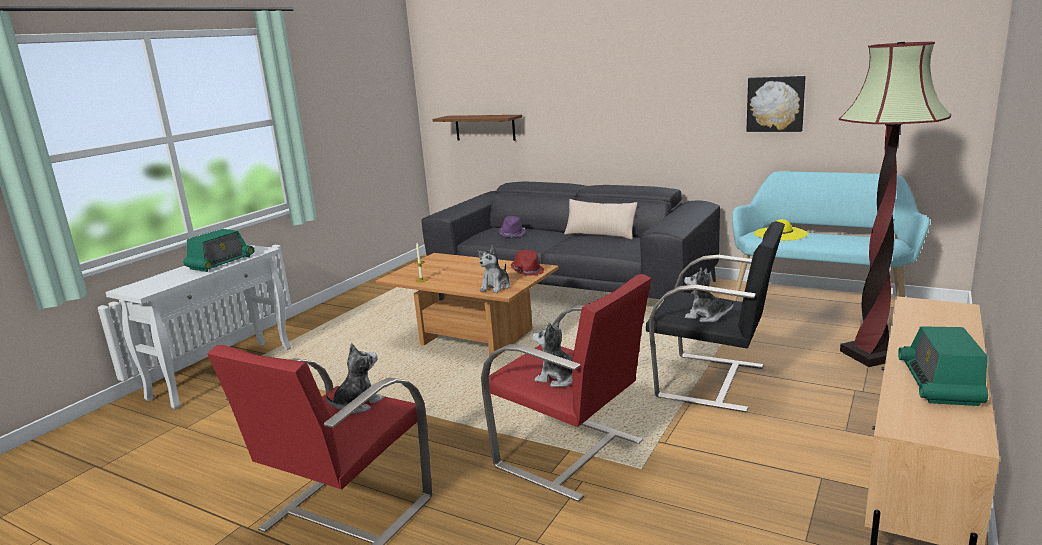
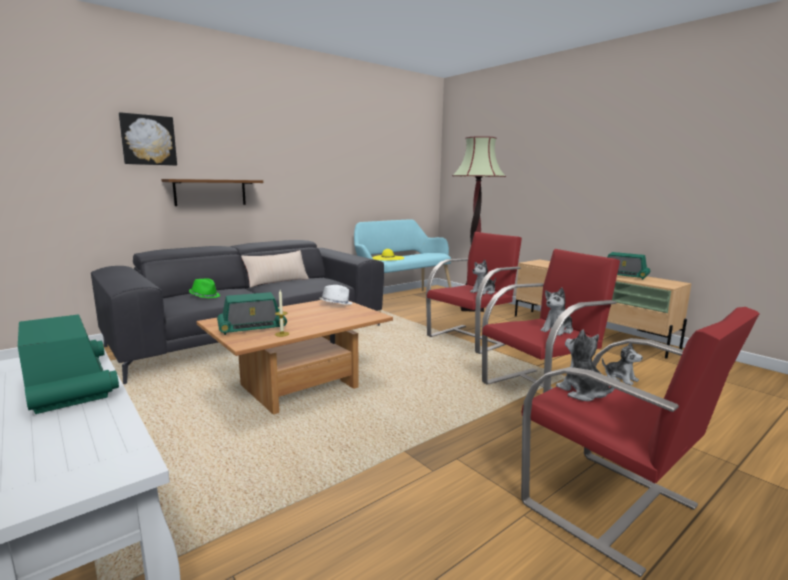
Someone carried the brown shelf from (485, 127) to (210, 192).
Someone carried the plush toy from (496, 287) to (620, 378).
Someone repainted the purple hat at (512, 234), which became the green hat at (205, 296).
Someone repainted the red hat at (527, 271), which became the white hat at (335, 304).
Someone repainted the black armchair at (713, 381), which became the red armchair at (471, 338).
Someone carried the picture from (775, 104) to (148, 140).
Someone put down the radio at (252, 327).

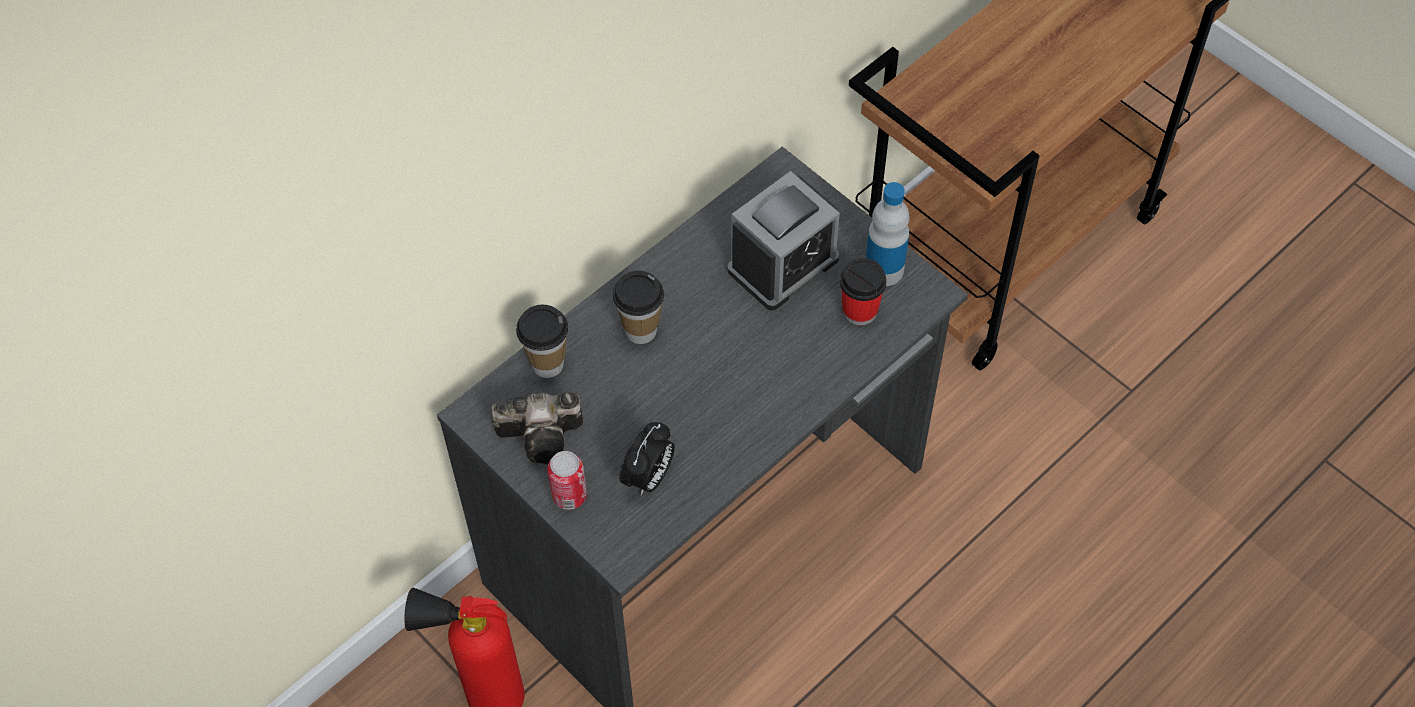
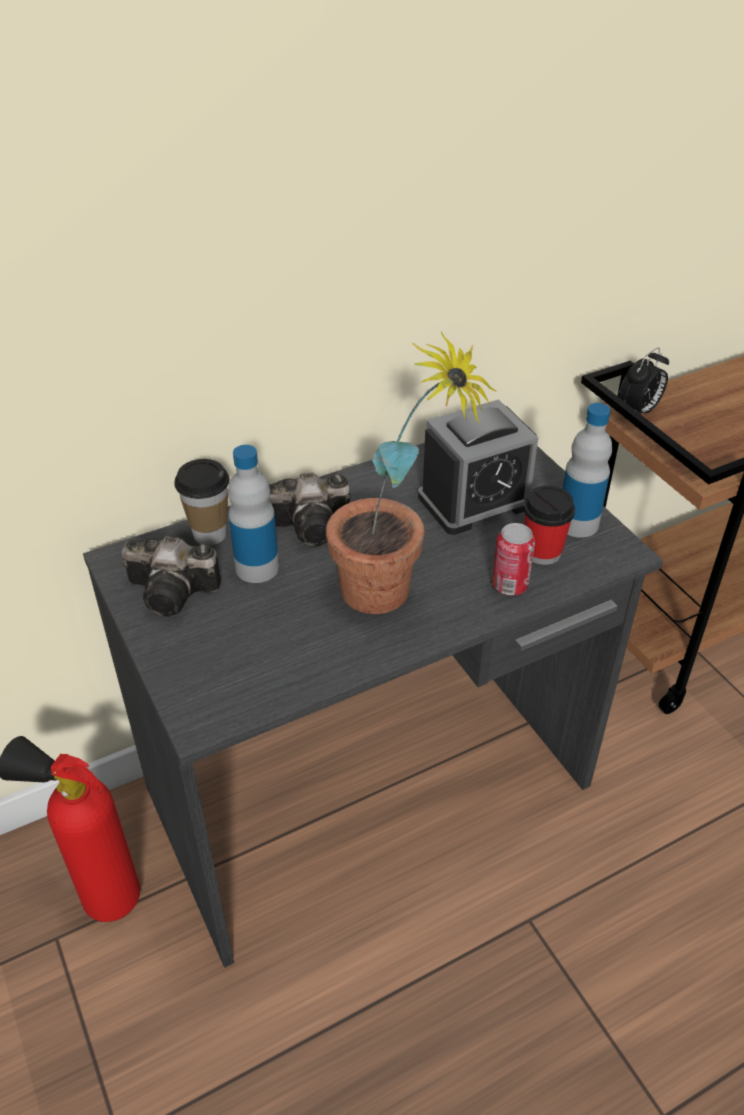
Someone carried the can from (569, 496) to (509, 585).
Someone swapped the cup at (641, 330) for the photo camera at (313, 525).
Someone carried the alarm clock from (649, 478) to (638, 411).
Someone put down the bottle at (257, 567).
Someone put down the potted plant at (395, 597).

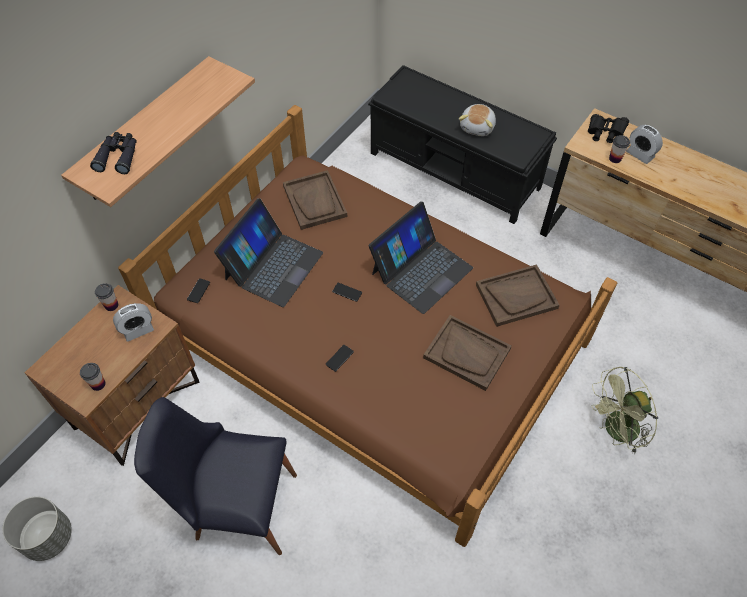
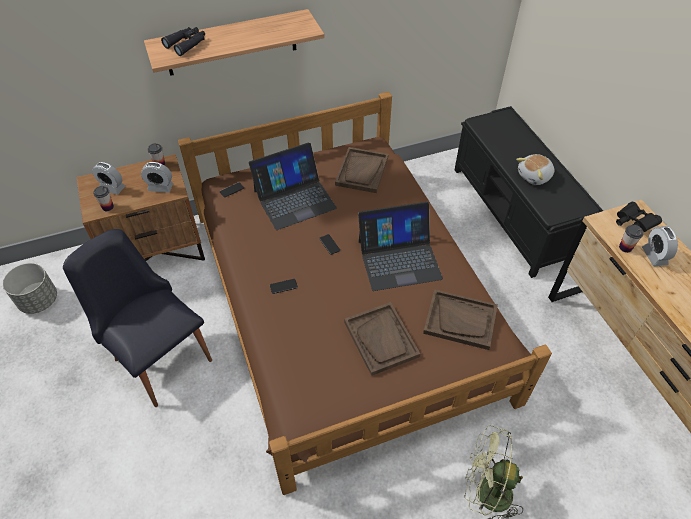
Someone put down the alarm clock at (112, 188).

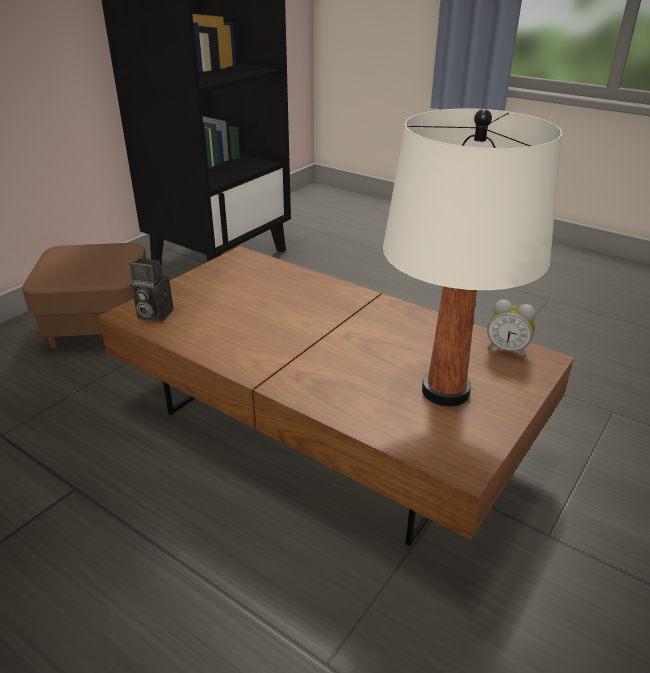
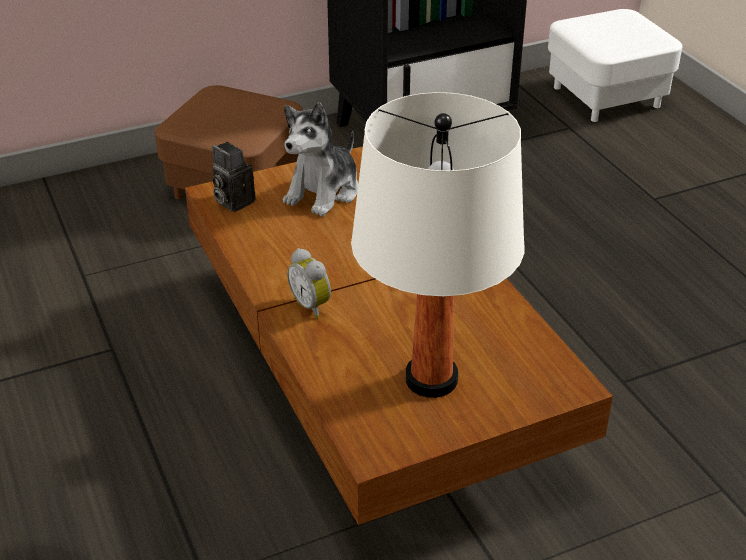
Someone carried the alarm clock from (507, 350) to (312, 305).
Someone put down the plush toy at (324, 192).
Someone put down the white ottoman at (606, 96).

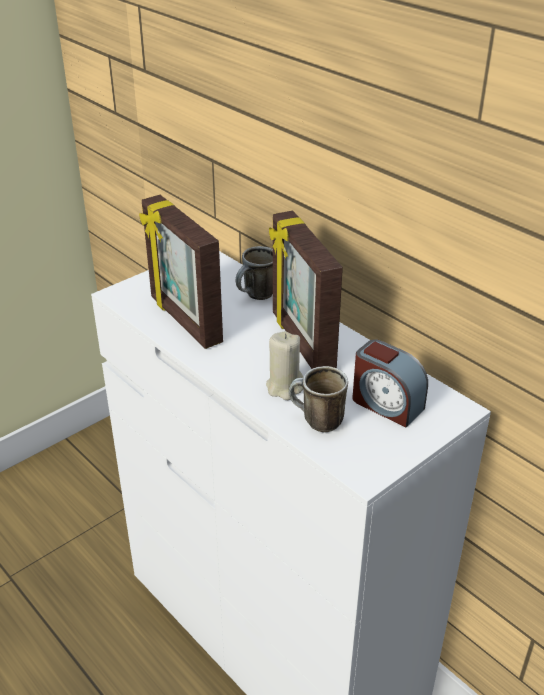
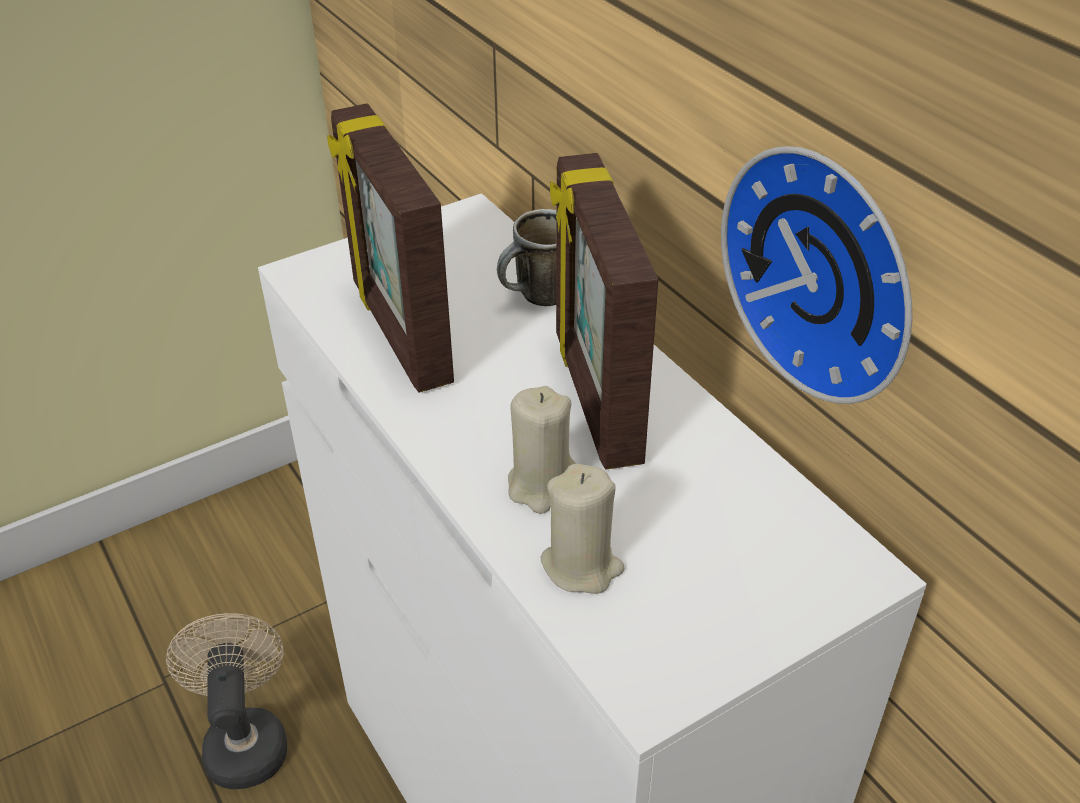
Someone swapped the mug at (316, 422) for the beige candle at (582, 566).
Someone took away the alarm clock at (386, 404).
Someone put down the beige fan at (245, 739).
Someone put up the wall clock at (826, 271).

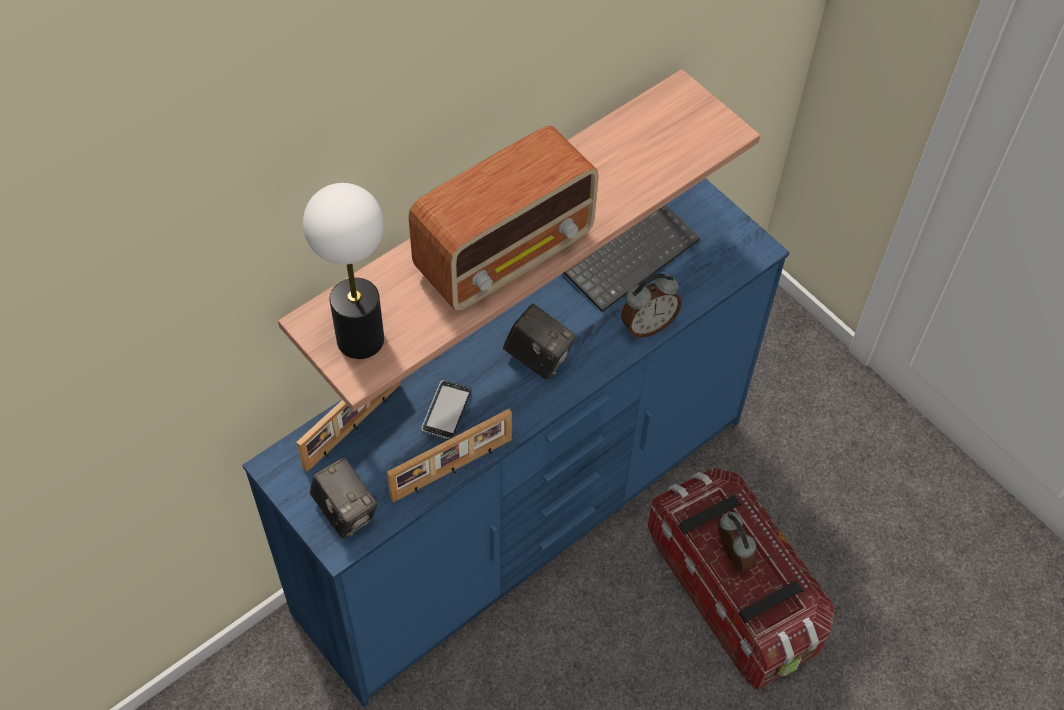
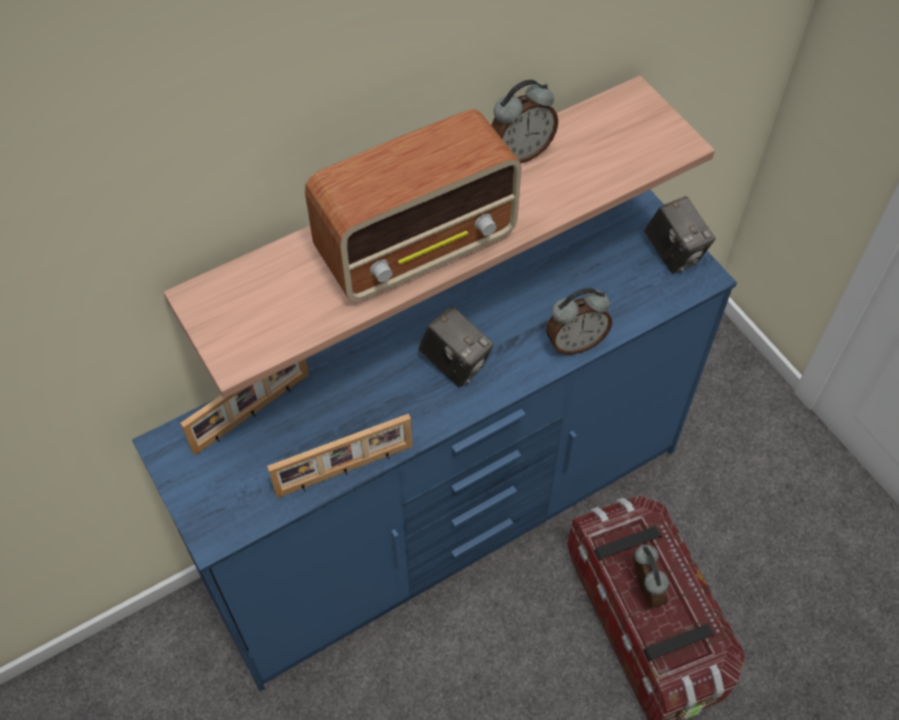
Someone took away the table lamp at (361, 339).
Someone carried the photo camera from (346, 512) to (674, 253).
Someone took away the phone at (446, 411).
Someone took away the keyboard at (629, 253).
Someone put down the alarm clock at (520, 152).

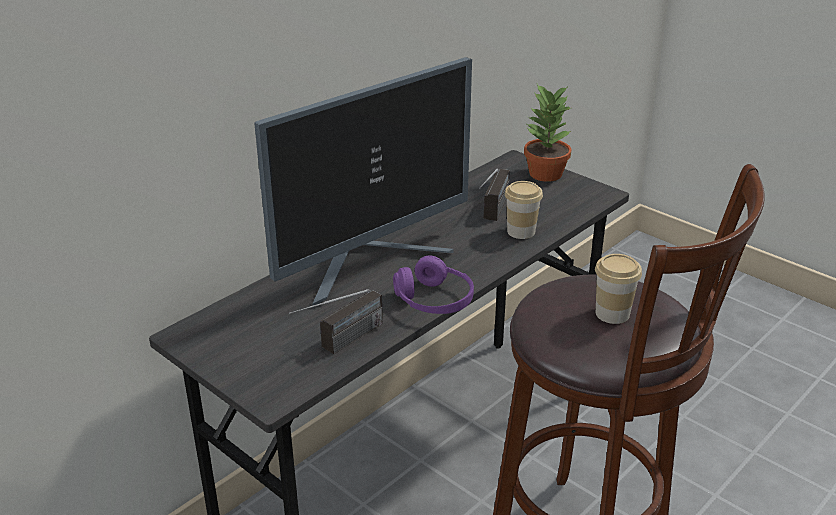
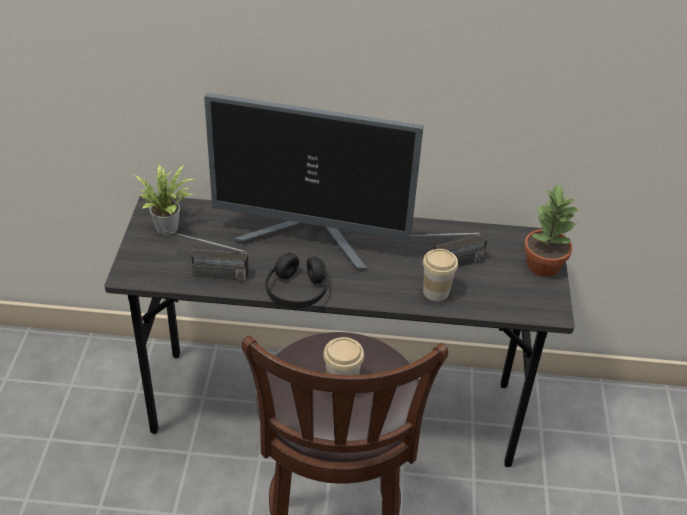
Someone repainted the purple headphones at (434, 300), which became the black headphones at (296, 291).
Someone put down the potted plant at (169, 226).

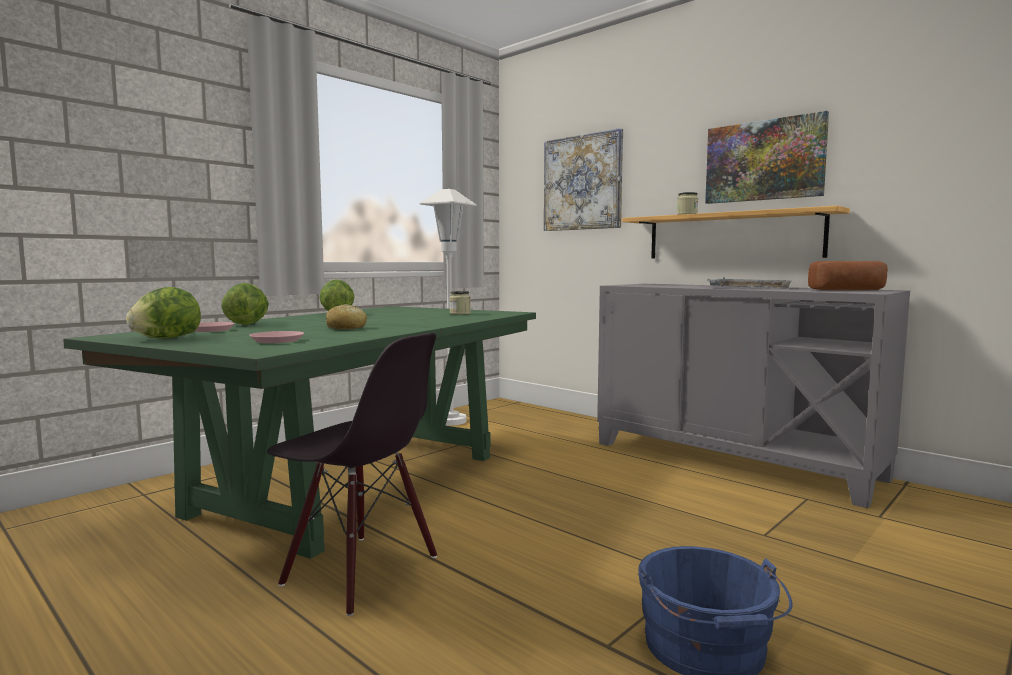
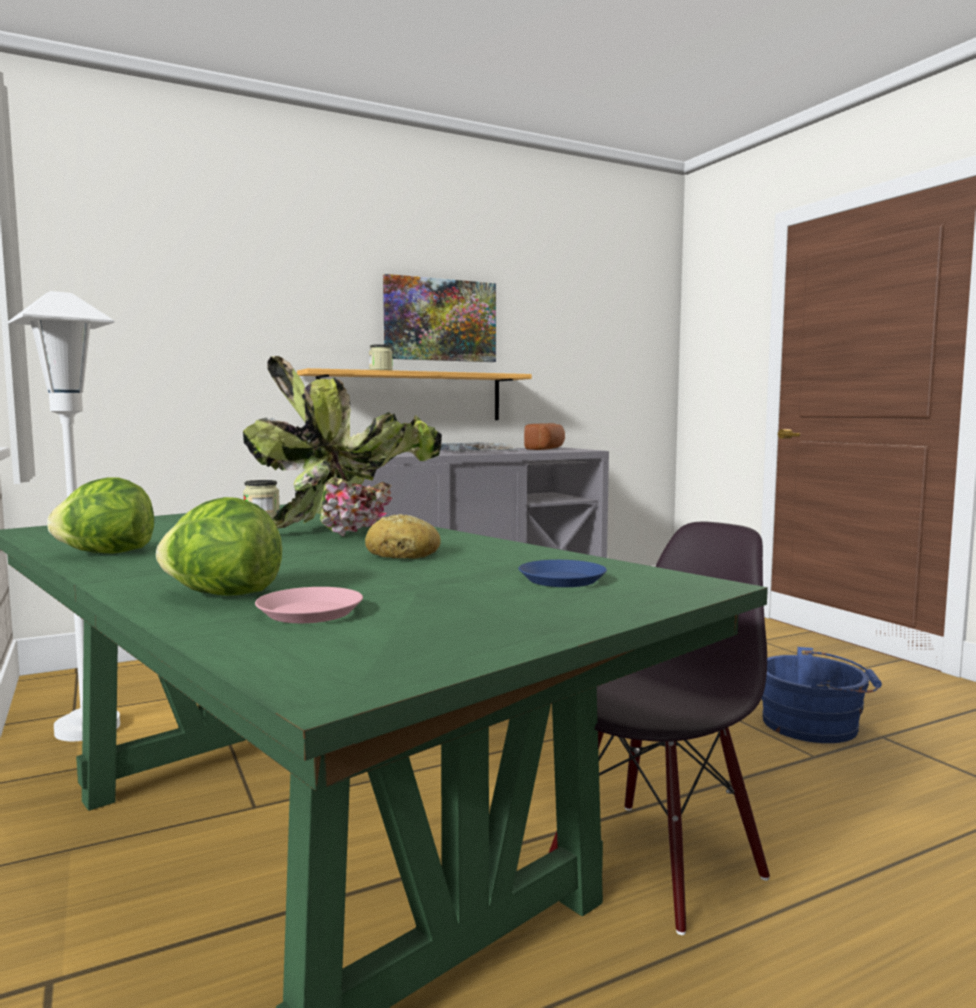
Someone took away the lettuce at (166, 338).
Someone repainted the pink plate at (277, 340), which became the blue plate at (562, 580).
Someone took away the picture at (582, 183).
Someone put down the potted plant at (346, 531).

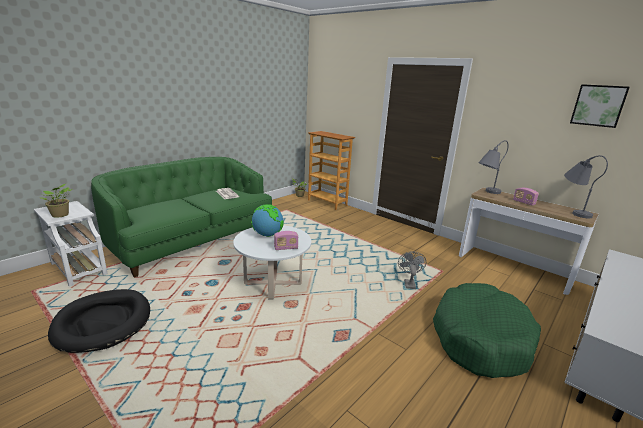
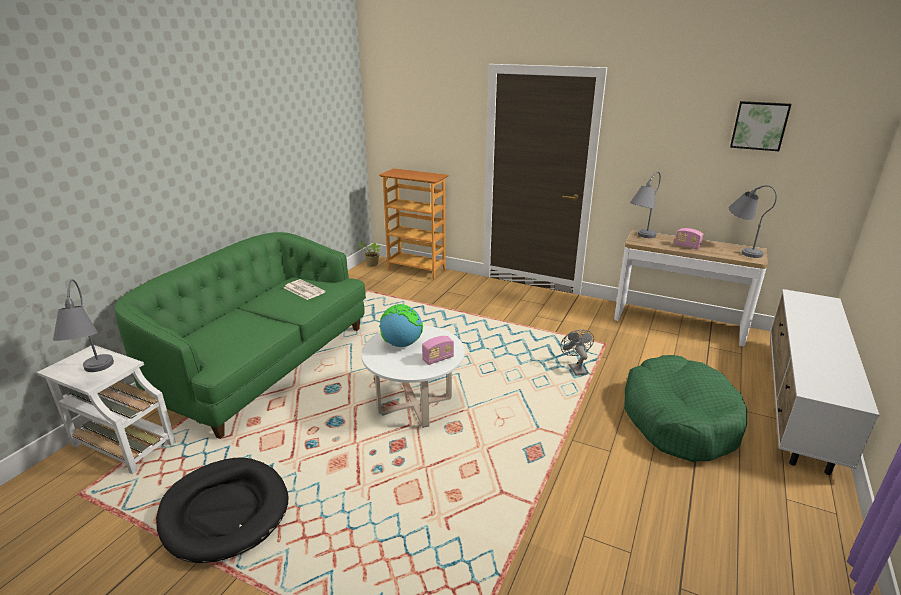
Someone swapped the potted plant at (60, 215) for the grey table lamp at (94, 374).

